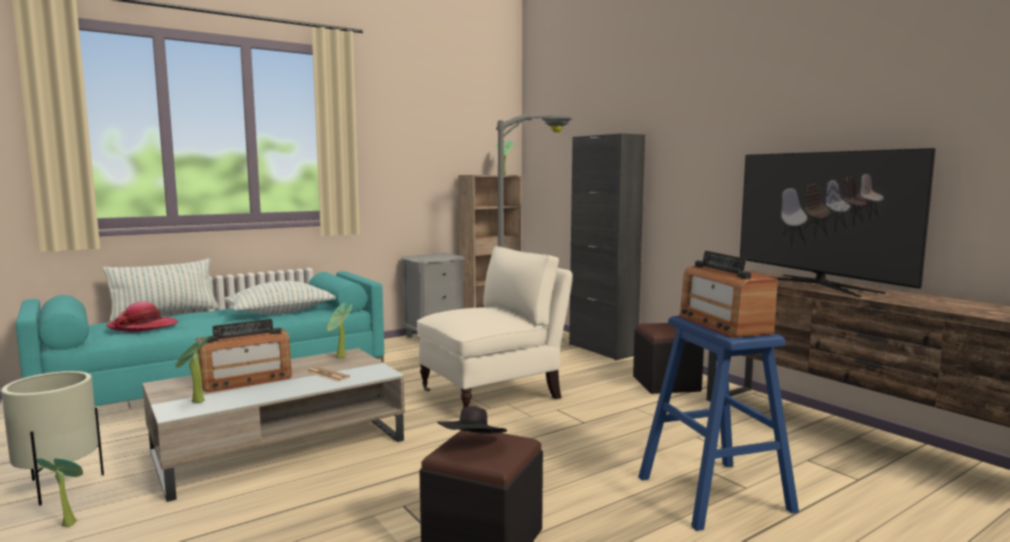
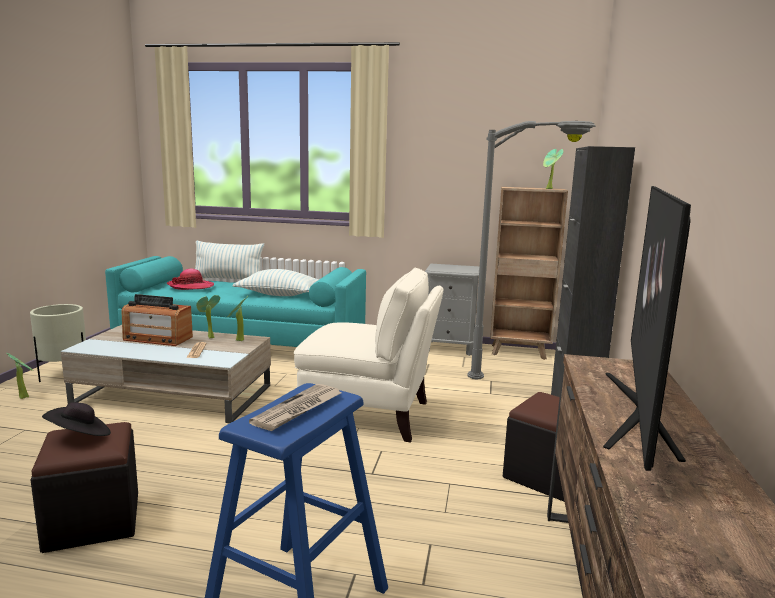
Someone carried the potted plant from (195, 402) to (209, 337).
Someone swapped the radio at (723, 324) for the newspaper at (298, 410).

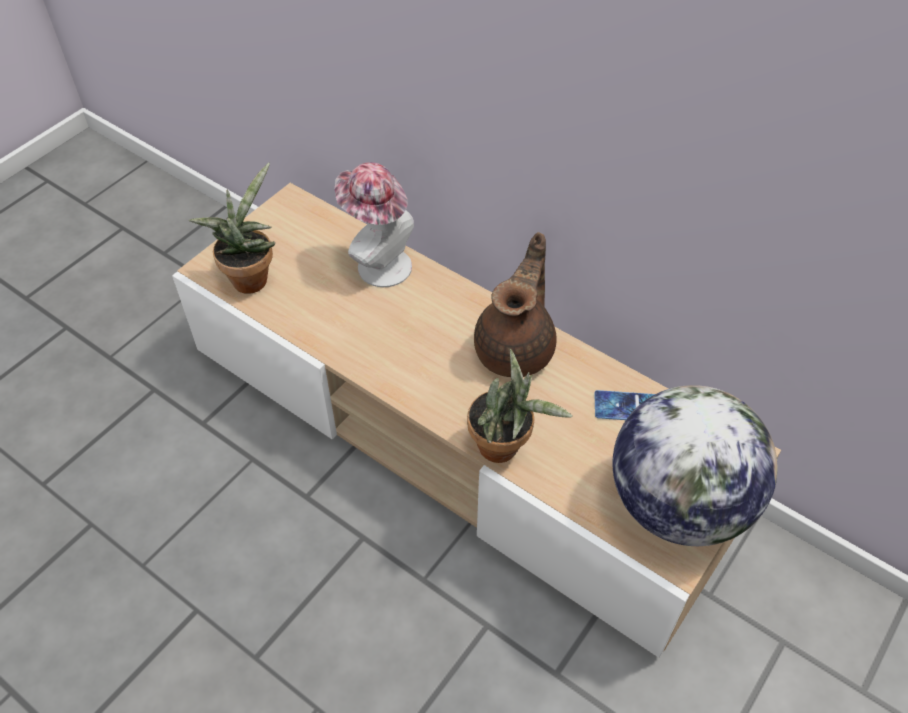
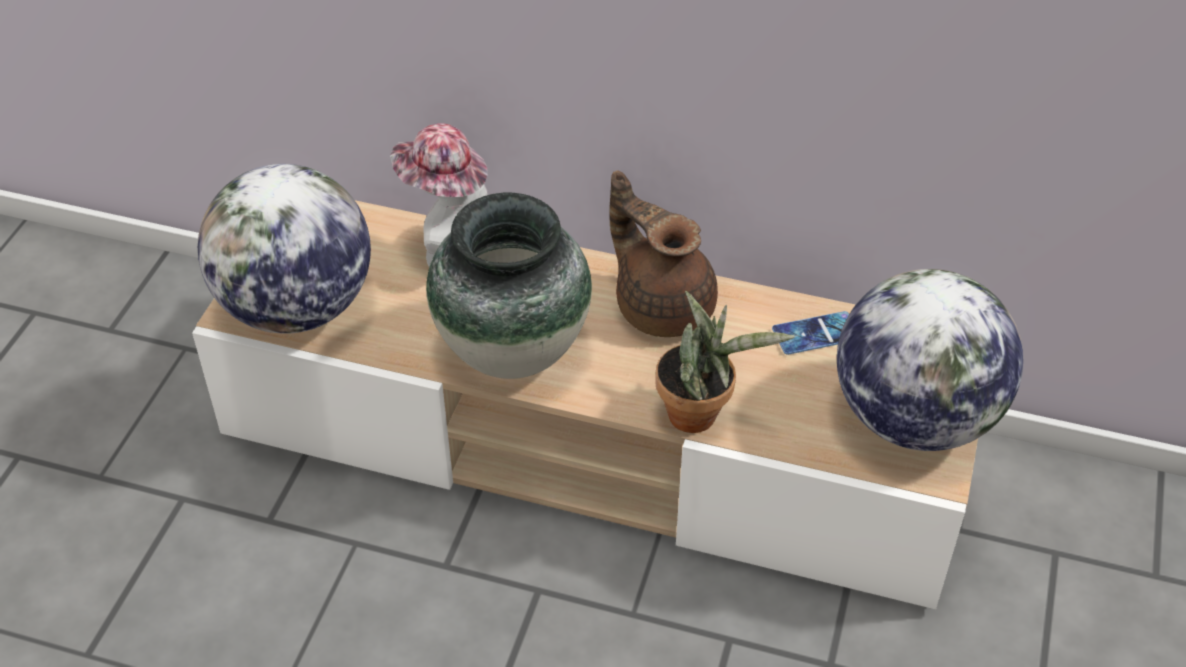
Someone swapped the potted plant at (250, 276) for the globe at (297, 308).
Someone rotated the brown teapot at (516, 348) by 45 degrees counterclockwise.
Someone put down the vase at (511, 350).

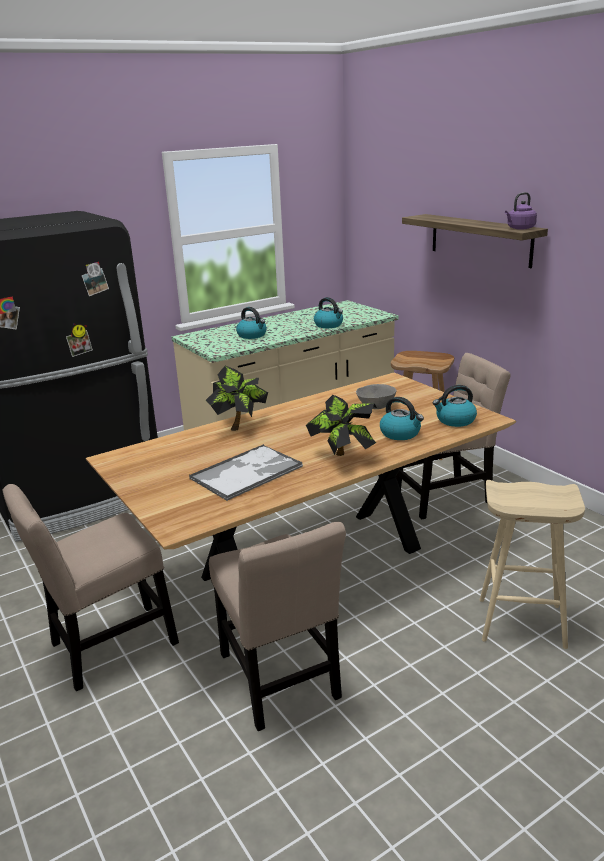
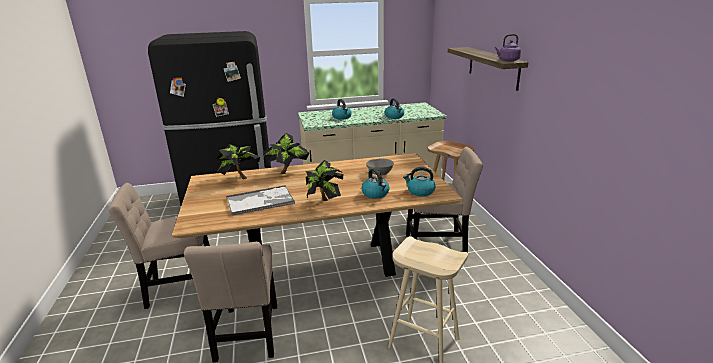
Someone put down the potted plant at (238, 178).

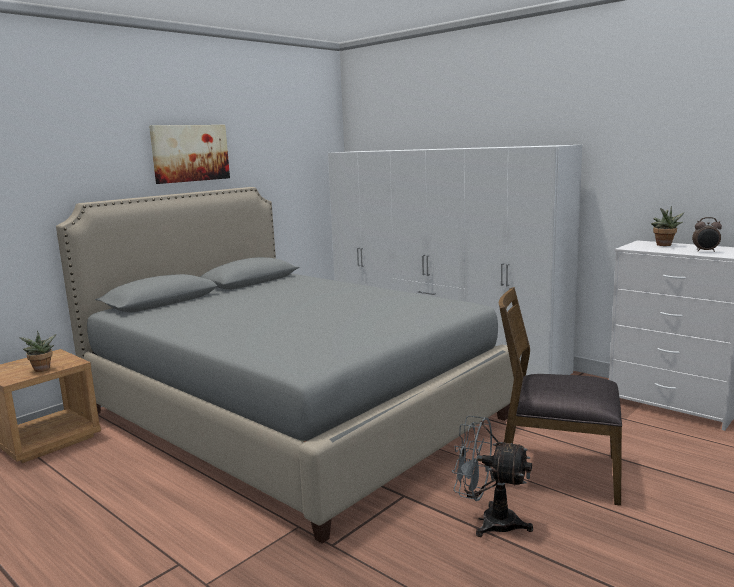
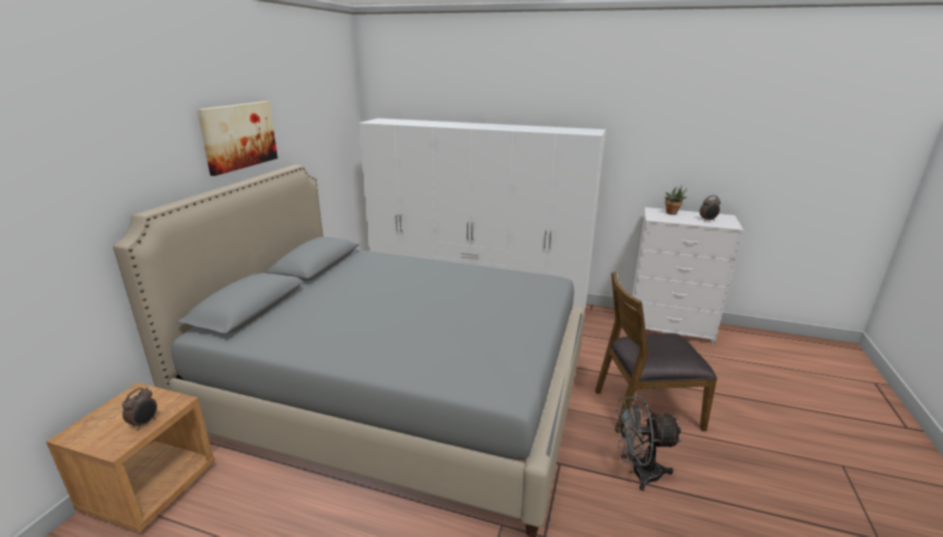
Someone swapped the potted plant at (42, 370) for the alarm clock at (145, 423).

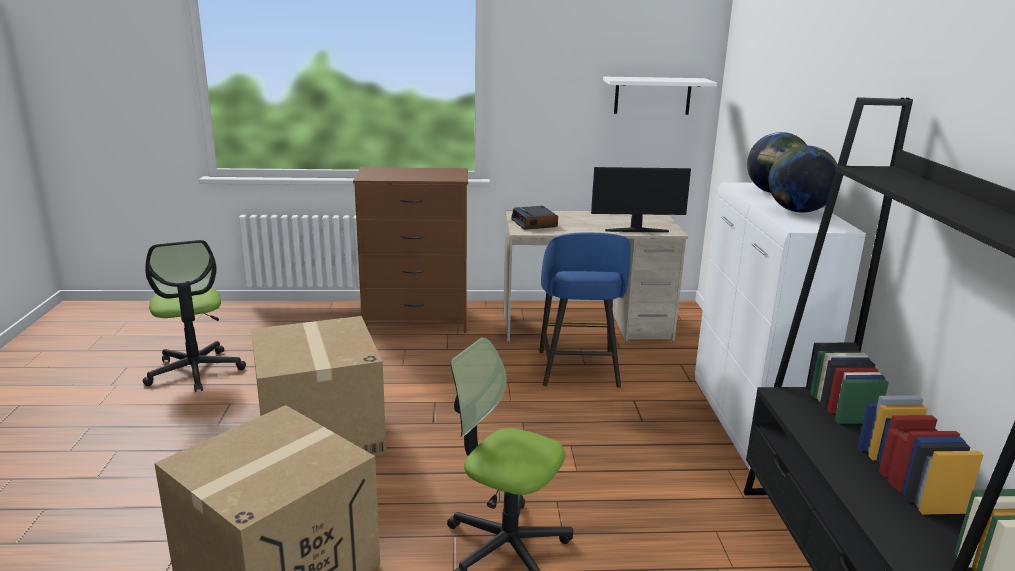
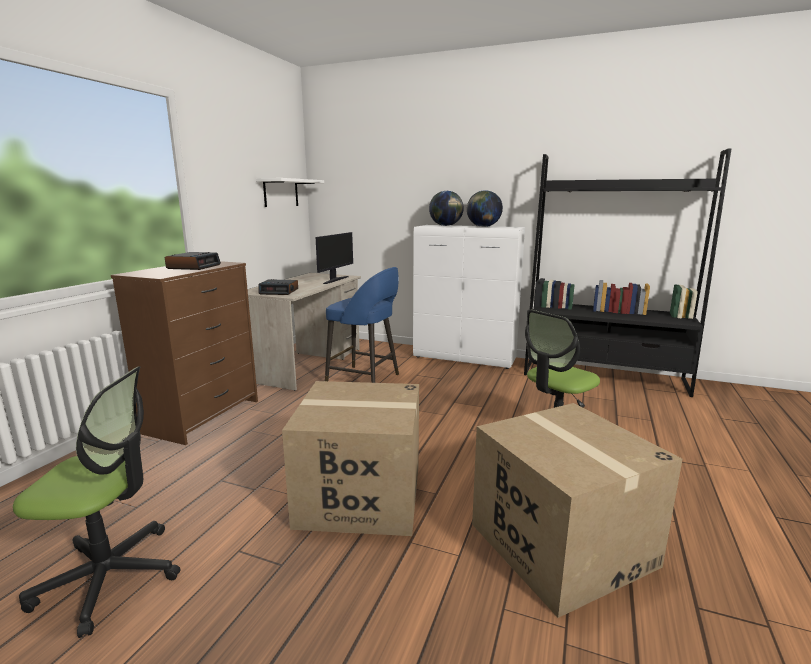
Someone put down the alarm clock at (194, 266).

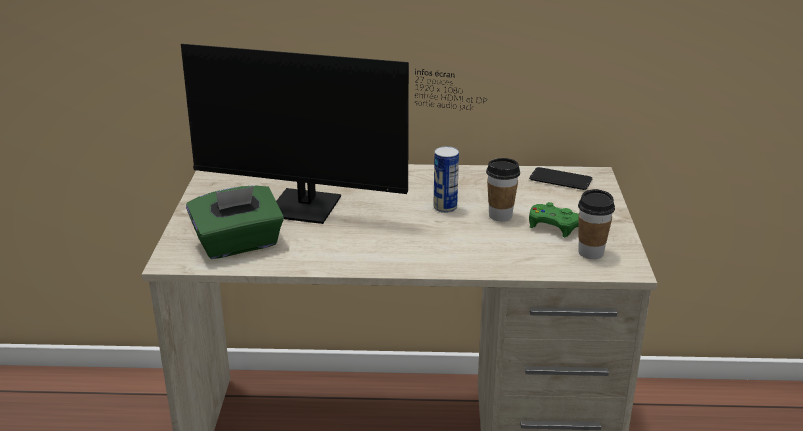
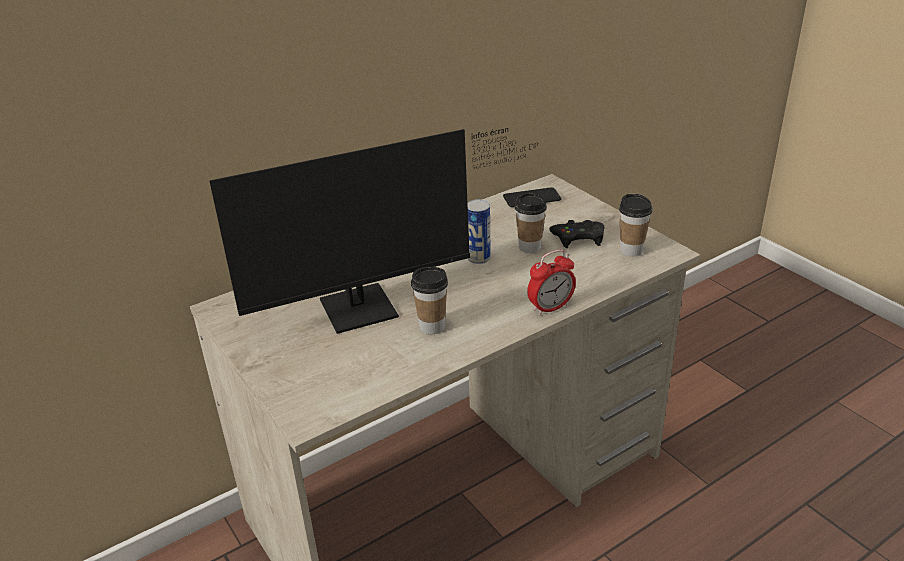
Someone took away the green tissue box at (238, 244).
Someone repainted the green game controller at (555, 225), which became the black game controller at (578, 238).
Someone put down the cup at (432, 327).
Someone put down the alarm clock at (550, 308).

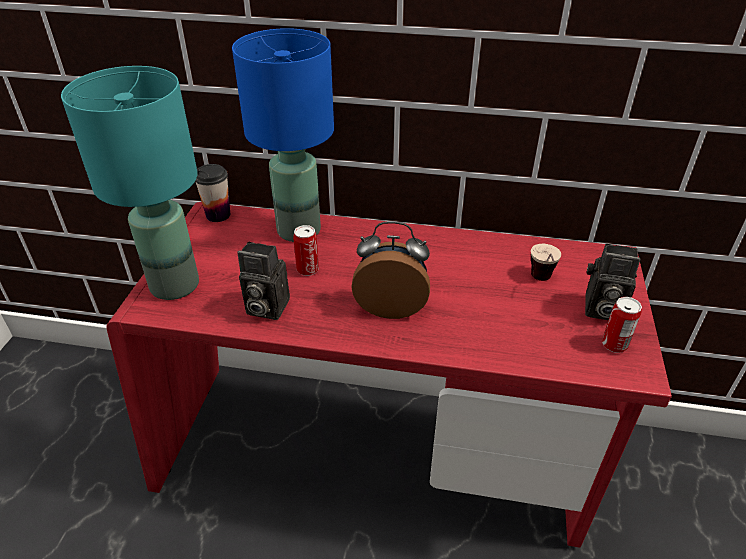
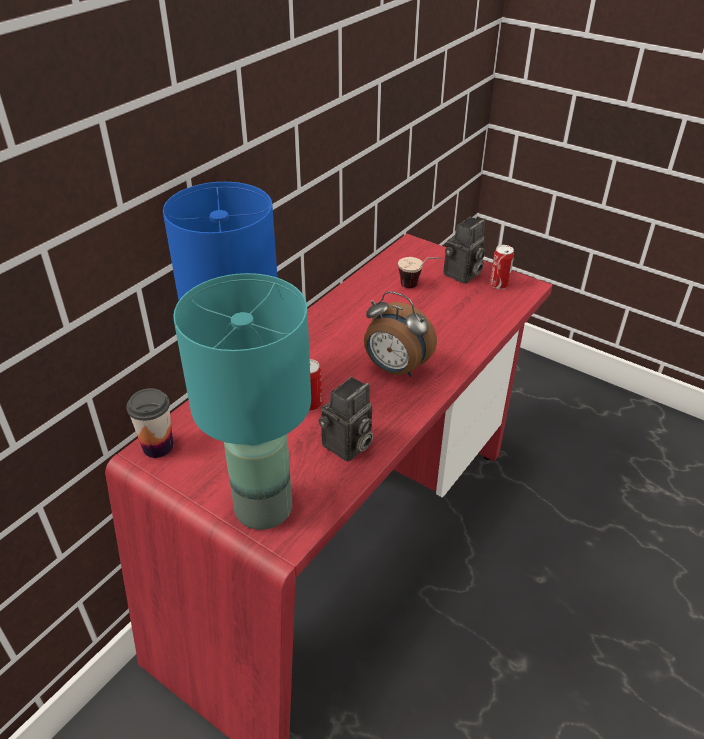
Someone rotated the alarm clock at (391, 305) by 90 degrees counterclockwise.

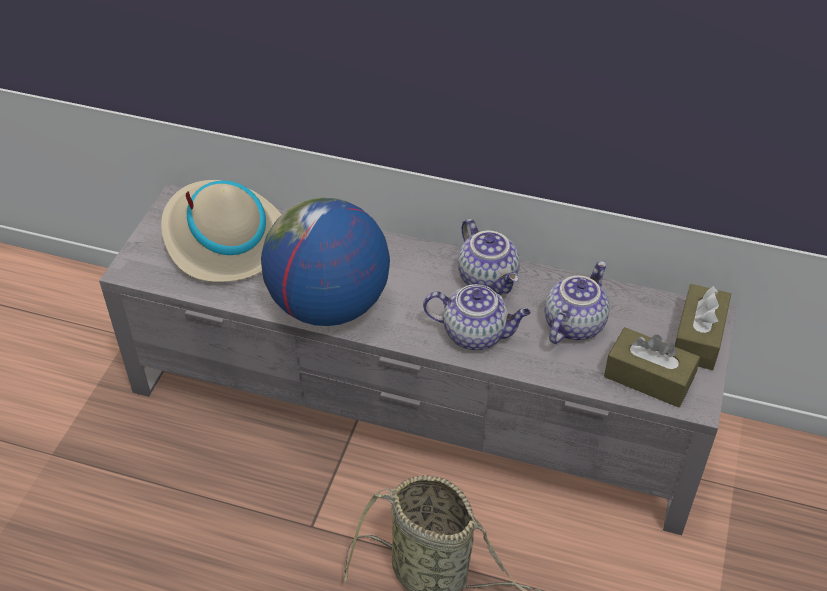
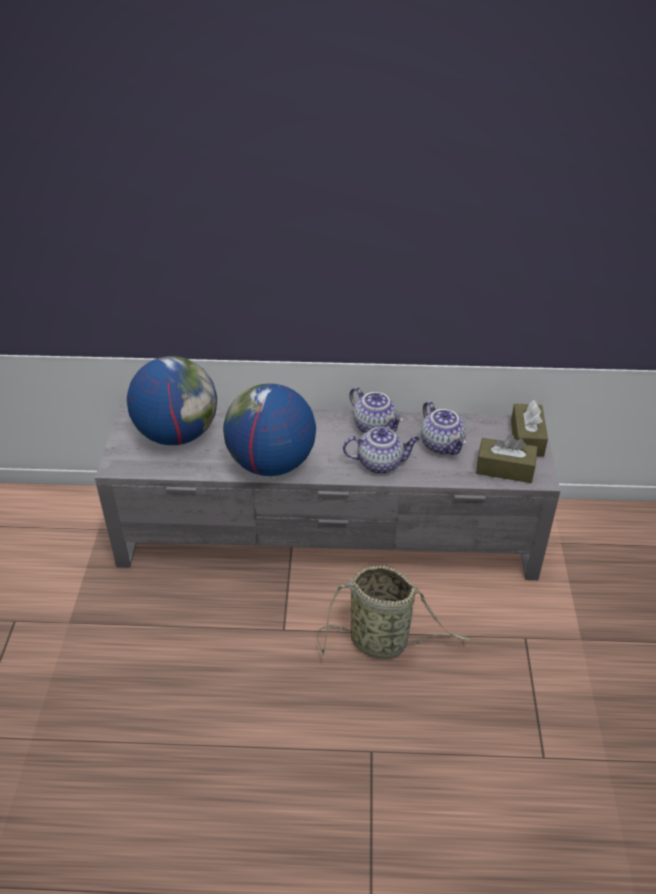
Someone swapped the beige hat at (223, 239) for the globe at (177, 434).
Someone rotated the teapot at (573, 324) by 135 degrees clockwise.

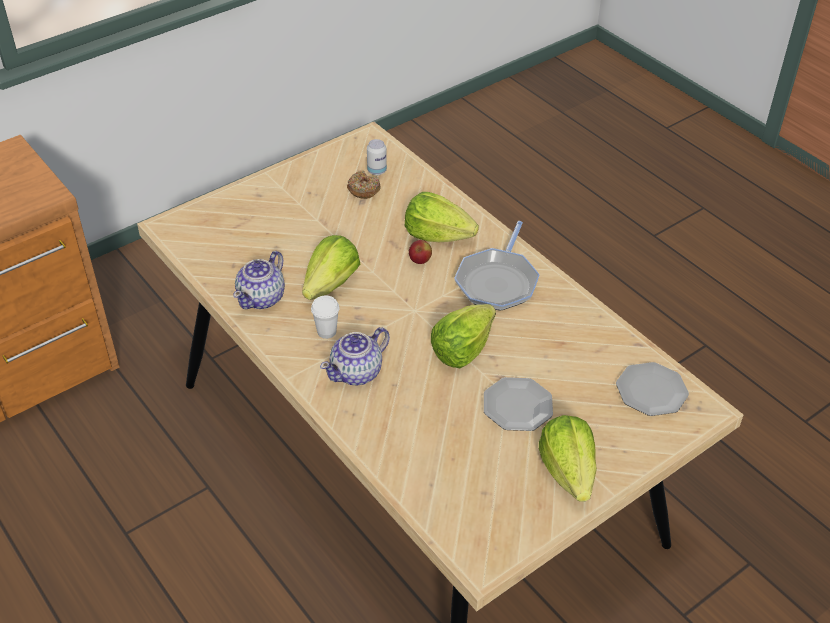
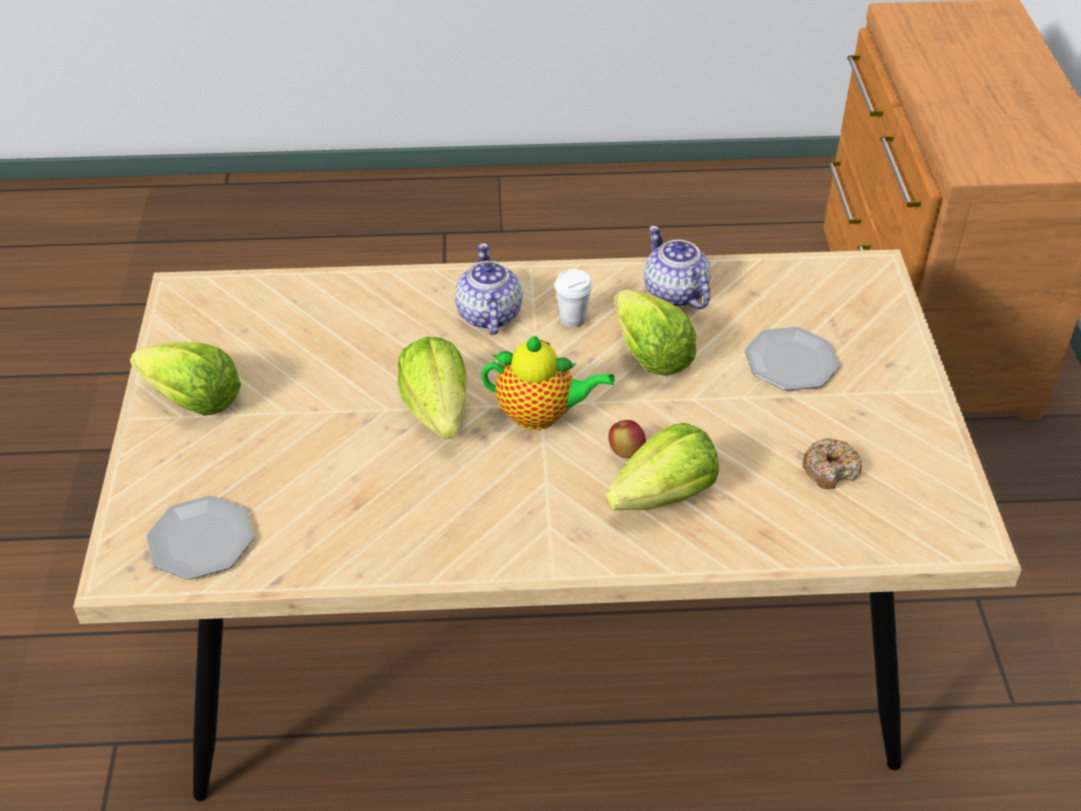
Someone took away the can at (377, 171).
Someone took away the frying pan at (498, 281).
Someone carried the plate from (517, 405) to (791, 362).
Someone put down the teapot at (541, 415).

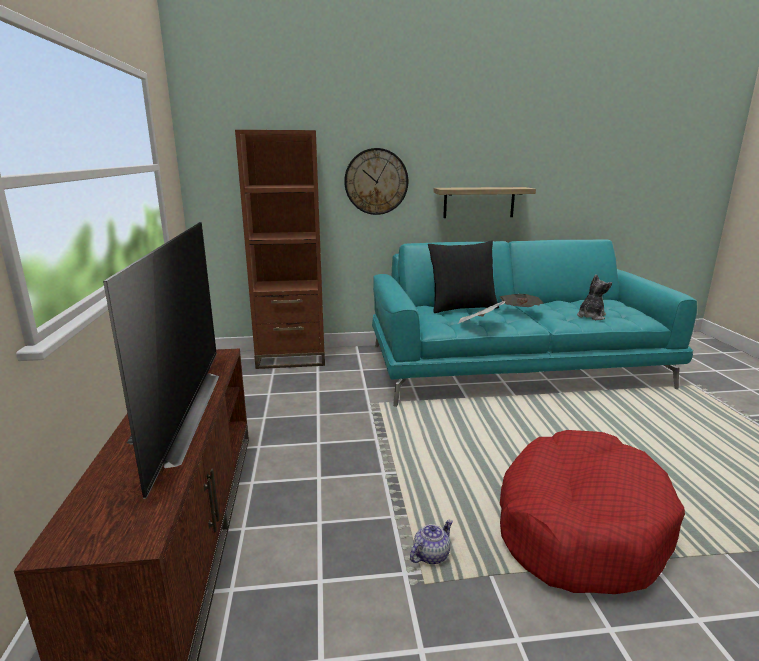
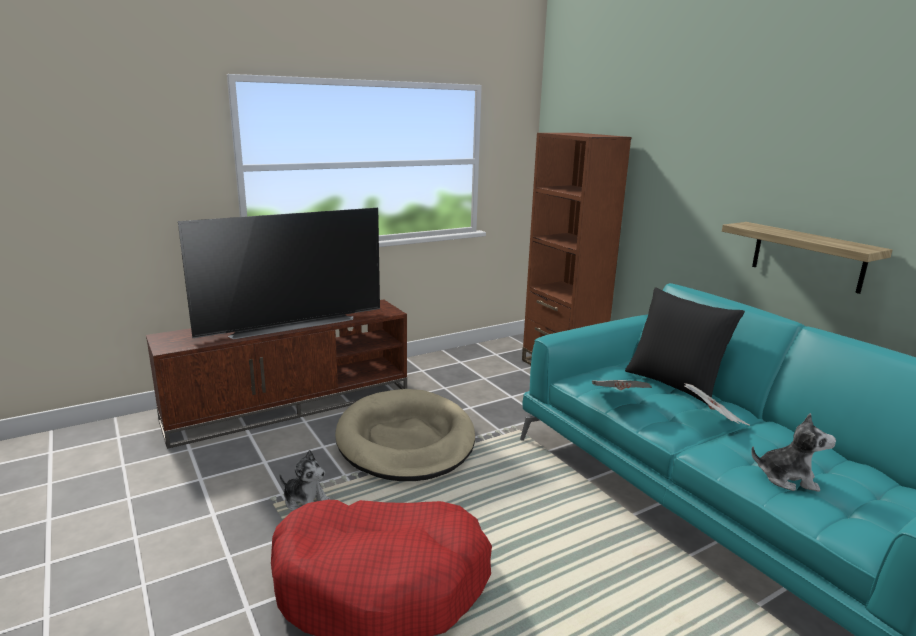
Someone took away the wall clock at (376, 181).
Someone swapped the teapot at (431, 555) for the plush toy at (305, 501).
Someone put down the beige dog bed at (406, 440).

